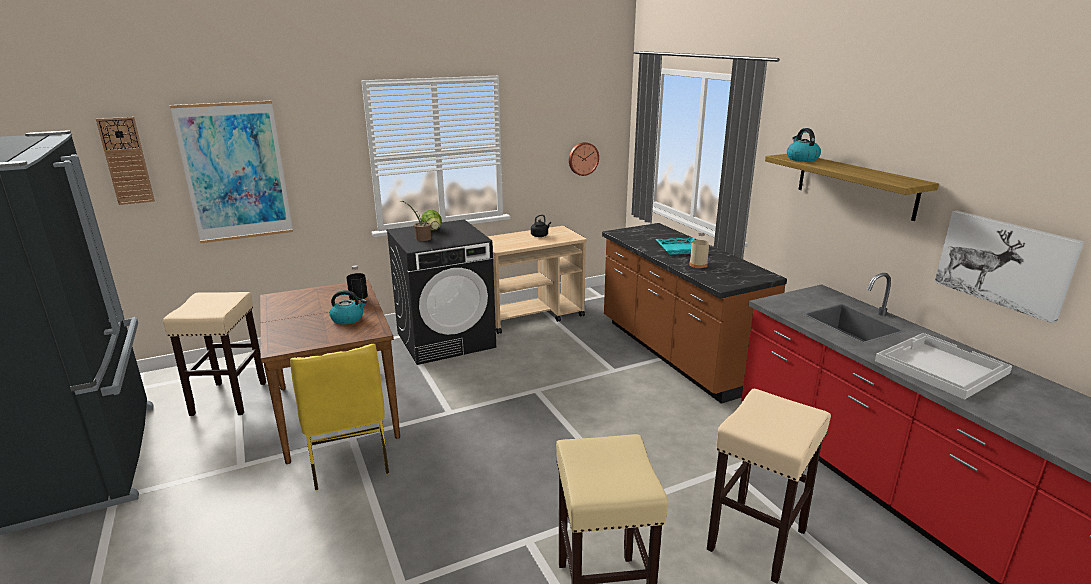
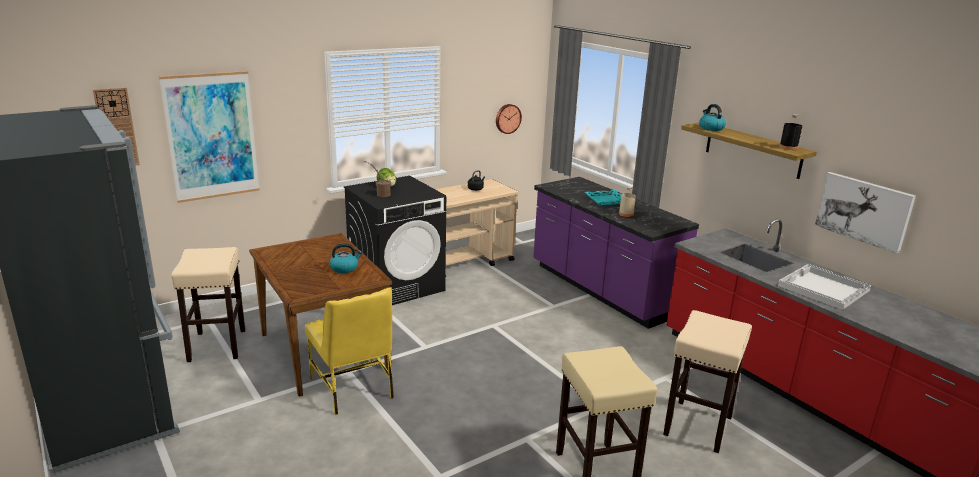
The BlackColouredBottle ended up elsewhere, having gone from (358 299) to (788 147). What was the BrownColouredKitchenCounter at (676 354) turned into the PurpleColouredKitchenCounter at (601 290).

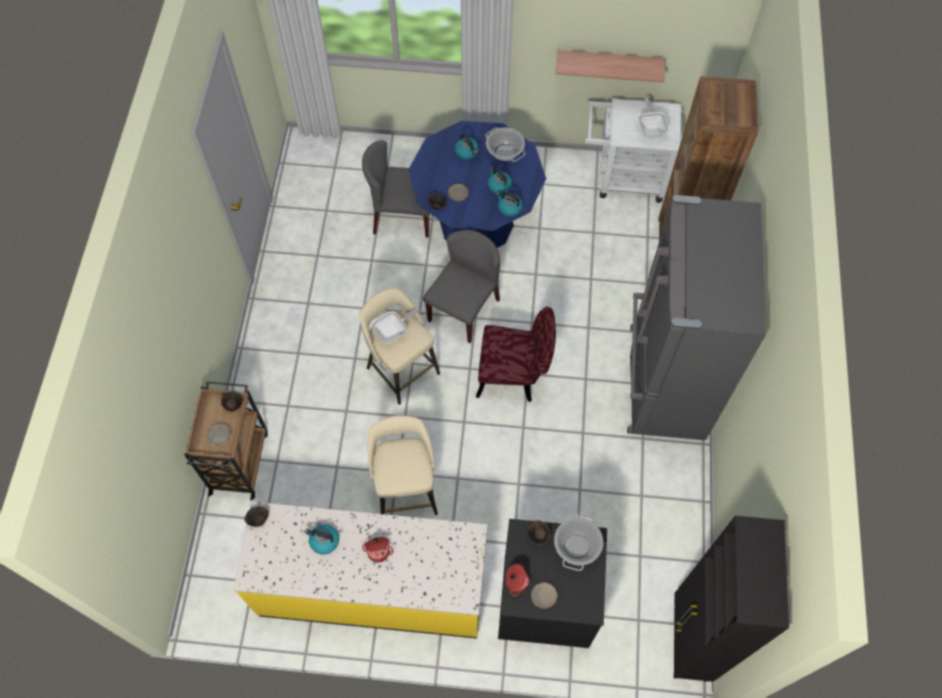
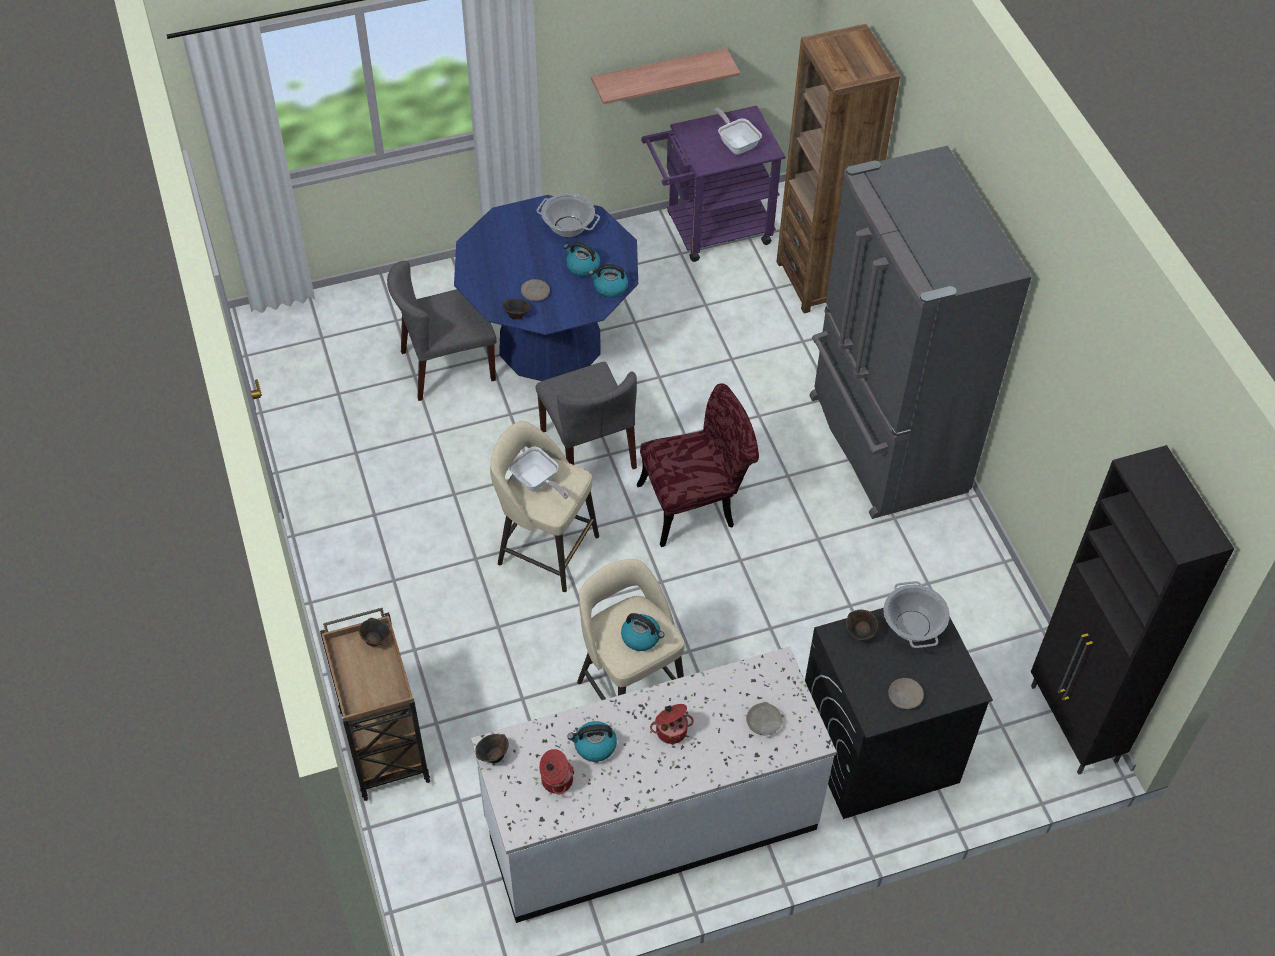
The SandColouredDinnerPlate ended up elsewhere, having gone from (219 436) to (763 723). The Kettle ended up elsewhere, having gone from (467 152) to (641 637). The Saucepot ended up elsewhere, having gone from (516 582) to (556 780). What was the YellowishKitchenCounter at (373 587) turned into the WhitishKitchenCounter at (650 824). What was the WhitishCart at (624 178) turned into the PurpleColouredCart at (709 230). The FryingPan at (394 332) ended up facing another way, 105 degrees clockwise from before. The GreyishChair at (463 309) ended up facing another way, 150 degrees clockwise from before.

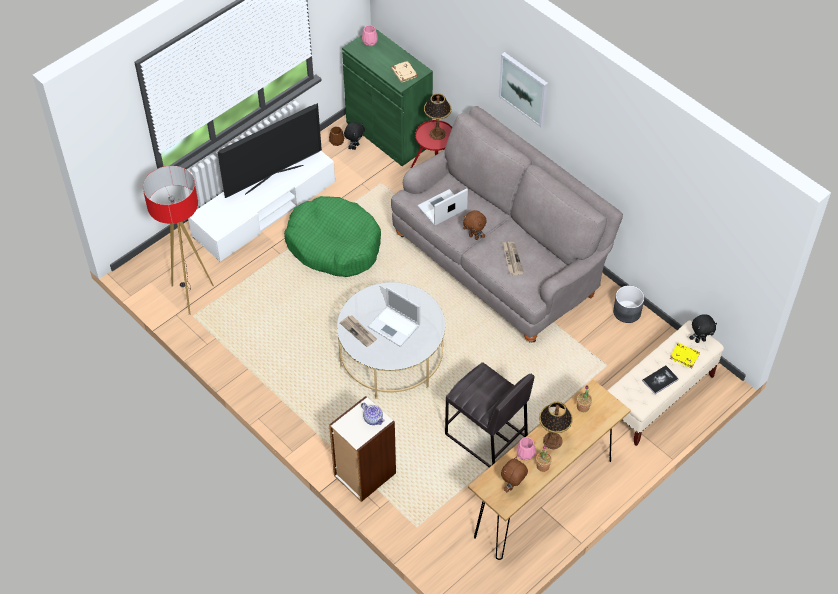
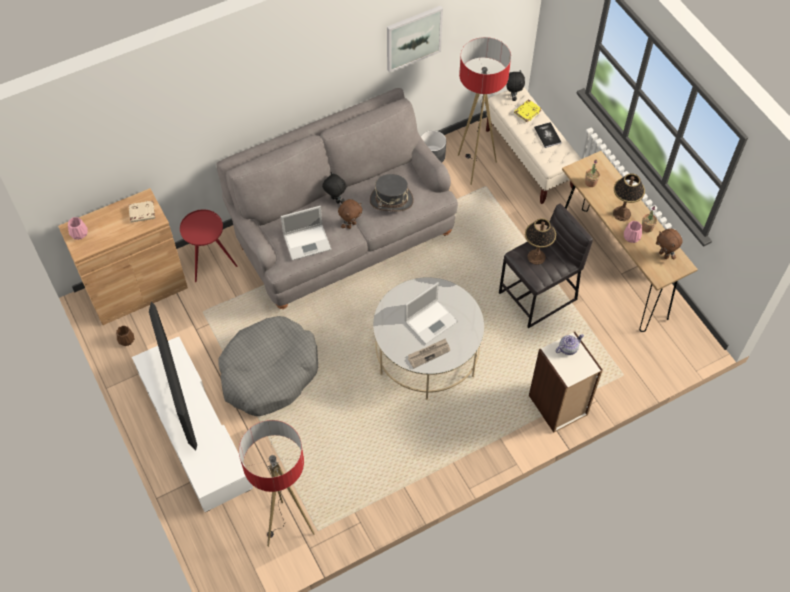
The second view gained the FloorLamp at (475 167). The BlackColouredCuddlyToy ended up elsewhere, having gone from (355 146) to (335 200). The TableLamp ended up elsewhere, having gone from (437 134) to (536 257). The WallArt ended up elsewhere, having gone from (524 88) to (413 38). Where the PrintedPaper stood at (511 259), the GreyishHat came to stand at (391 200). What was the GreenishPetBed at (334 245) turned into the GreyishPetBed at (269 372). What was the GreenishCupboard at (389 133) turned into the BrownColouredCupboard at (137 289). The PortableComputer at (441 208) ended up facing another way, 90 degrees counterclockwise from before.

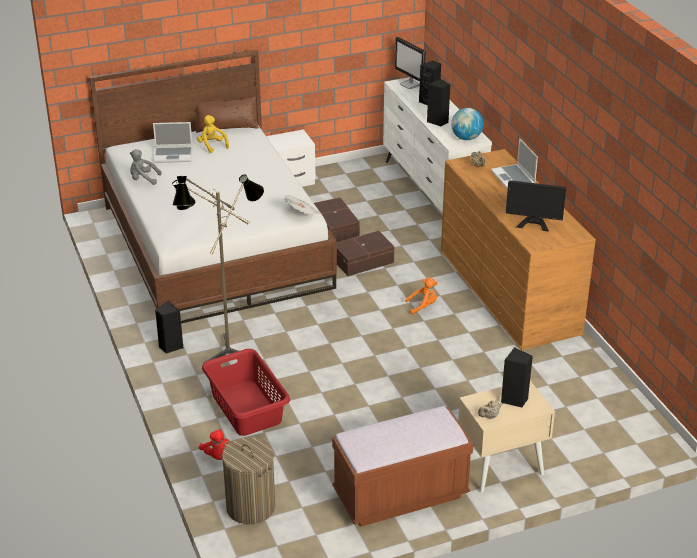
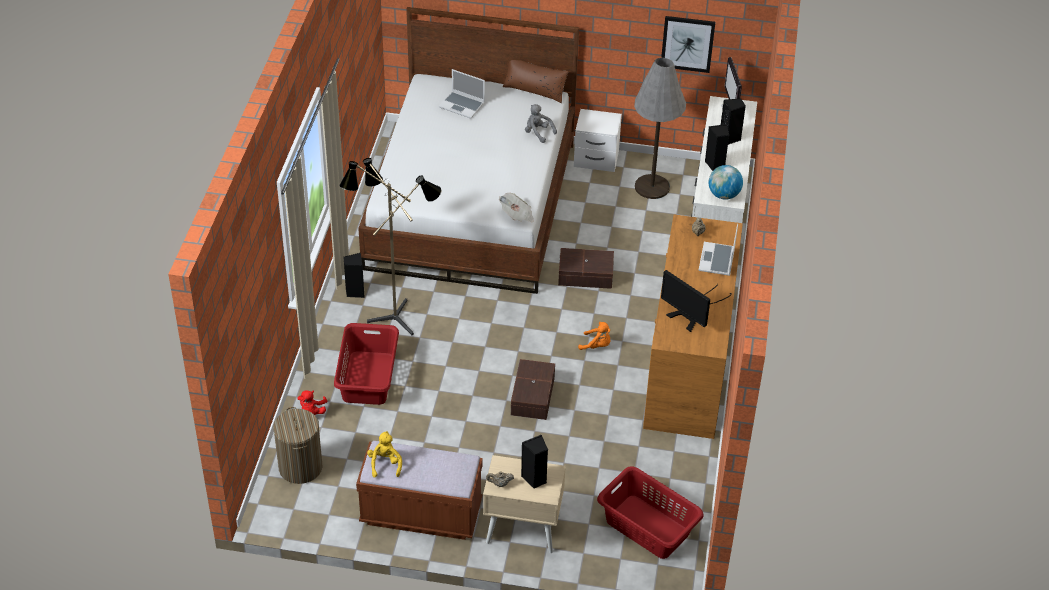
The second view gained the RedColouredWashingBasket at (647 526). The second view gained the GreyishFloorLamp at (652 187). The second view gained the WallArt at (687 43). The GreyishCuddlyToy ended up elsewhere, having gone from (143 179) to (538 133). The YellowishCuddlyToy ended up elsewhere, having gone from (212 146) to (385 464). The BrownColouredStorageBin ended up elsewhere, having gone from (334 229) to (531 396).

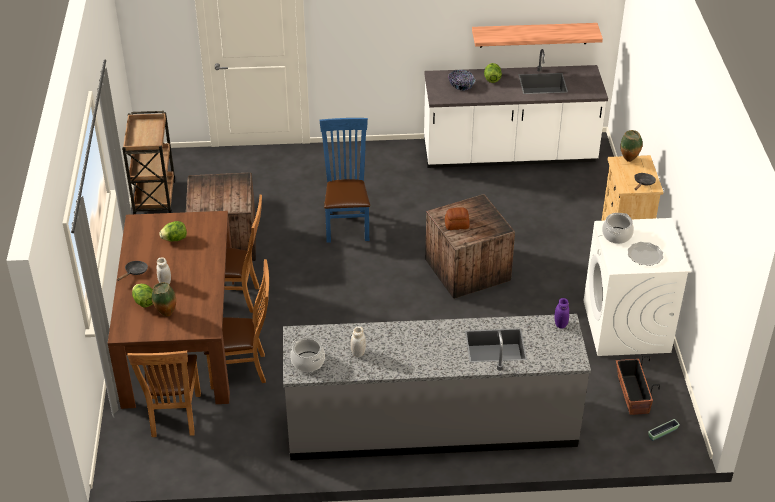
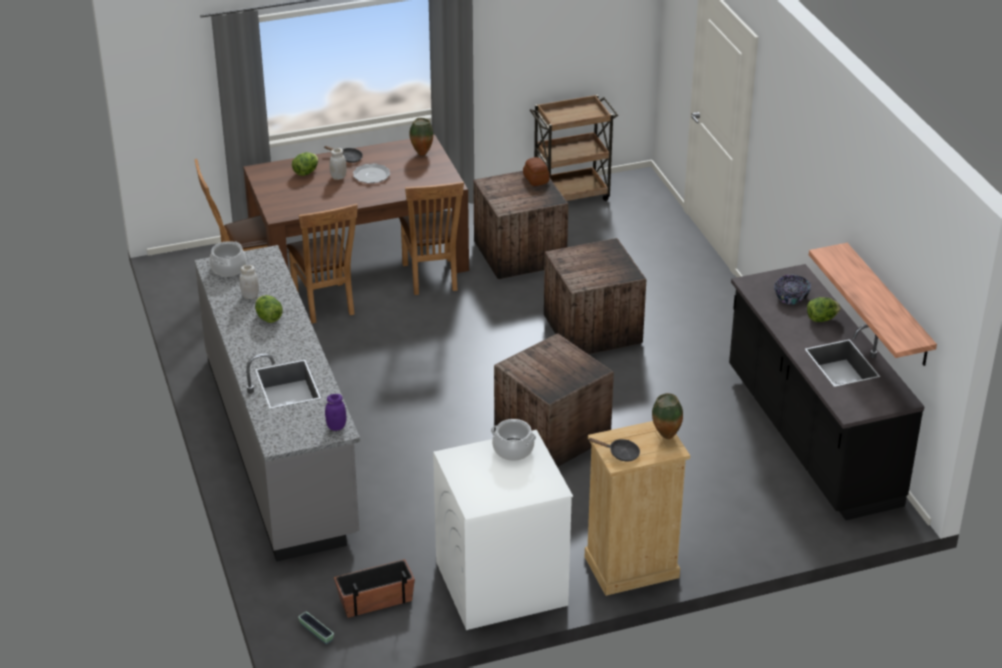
The DecorativeVase ended up elsewhere, having gone from (166 314) to (421 153). The LettuceHead ended up elsewhere, having gone from (175 239) to (268 318). The Bread ended up elsewhere, having gone from (457 225) to (535 179). The DinnerPlate ended up elsewhere, having gone from (644 255) to (371 175). Where the BlueChair stood at (347 223), the ShippingCrate came to stand at (594 329). What was the WhitishKitchenCounter at (509 155) turned into the BlackColouredKitchenCounter at (810 438).

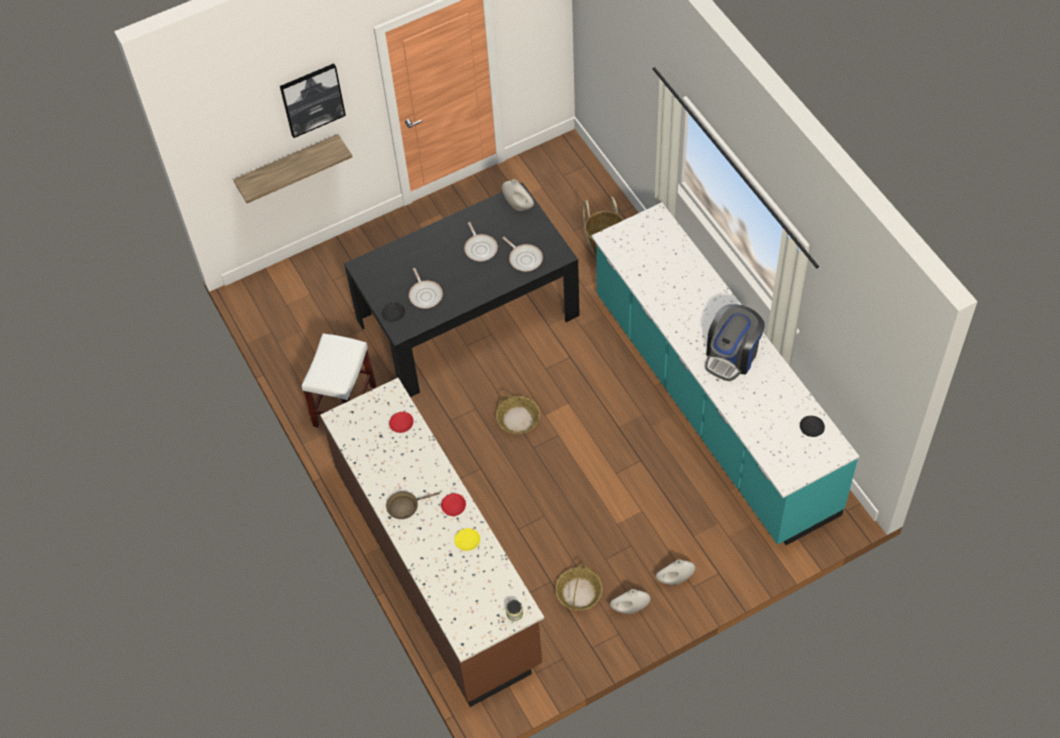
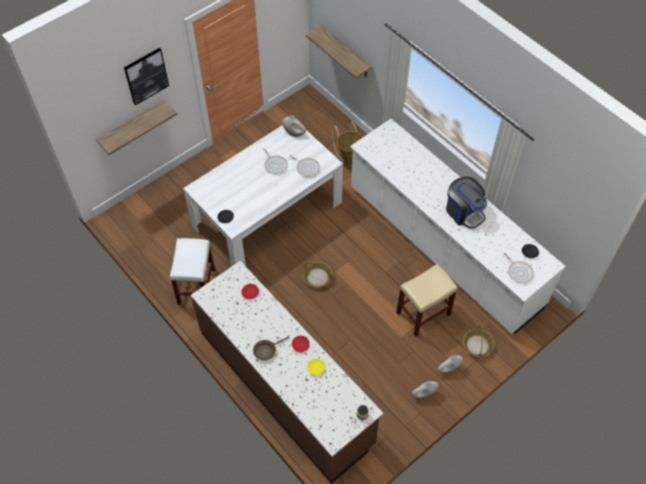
The second view gained the BracketShelf at (346 52). The second view gained the SandColouredStool at (423 313). The FryingPan ended up elsewhere, having gone from (425 294) to (519 272). The Basket ended up elsewhere, having gone from (579 593) to (477 345). What was the BlackColouredDiningTable at (468 317) turned into the WhitishDiningTable at (267 214). What was the TurquoiseColouredKitchenCounter at (712 404) turned into the WhitishKitchenCounter at (443 247). The CoffeeMaker at (732 355) ended up facing another way, 60 degrees counterclockwise from before.

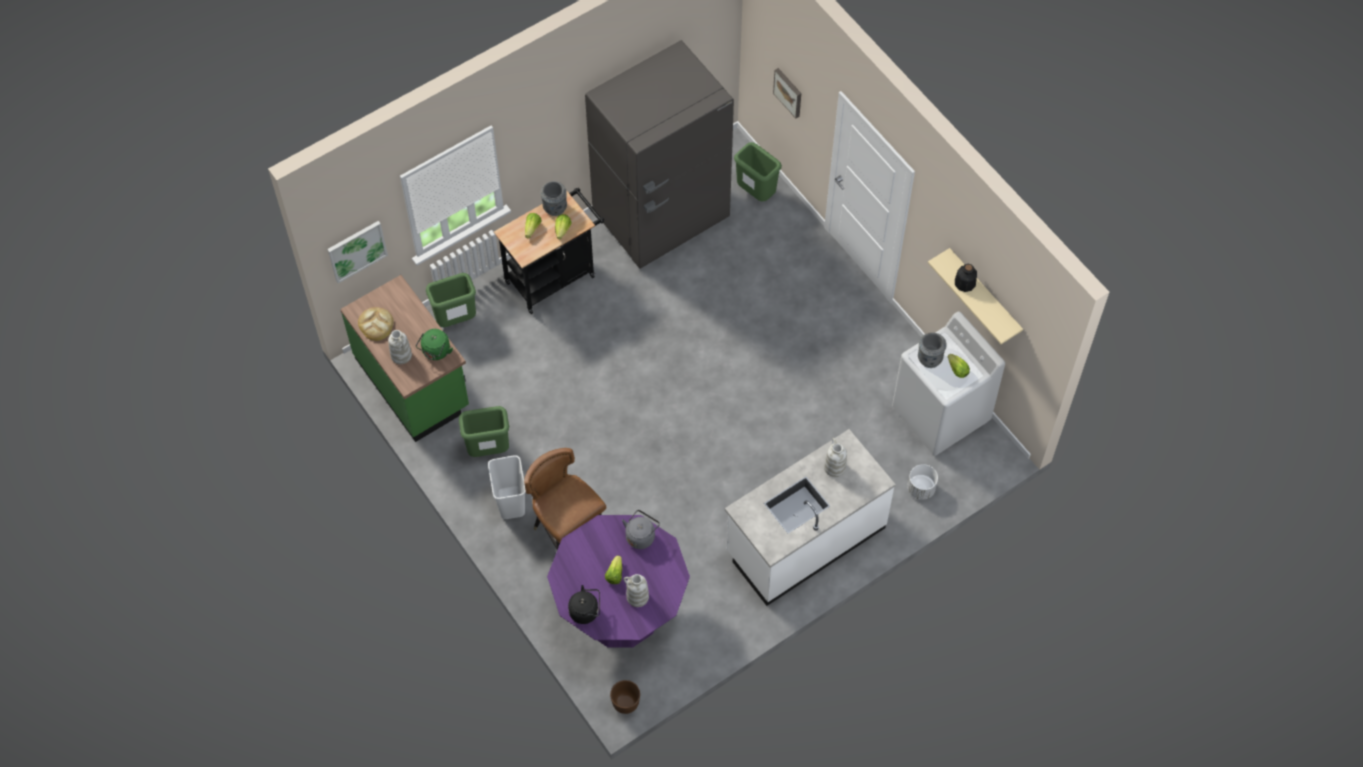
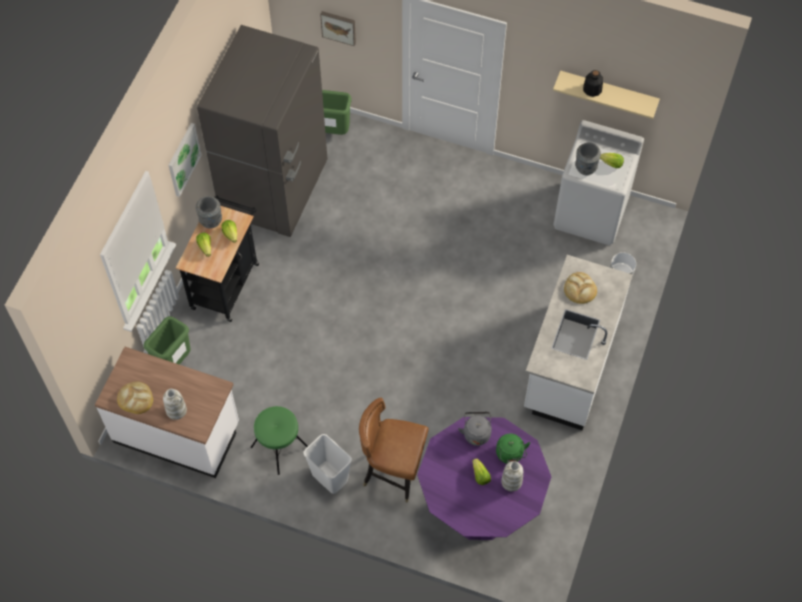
The second view lost the BlackColouredKettle at (586 611). The second view lost the BrownColouredFlowerPot at (625 703). The WallArt ended up elsewhere, having gone from (356 250) to (183 159). The GreenishKettle ended up elsewhere, having gone from (435 352) to (510 455). Where the GreenishWasteBin stood at (488 449), the GreenishStool came to stand at (279 447). Where the WhitishDecorativeVase stood at (834 467), the Bread came to stand at (580 289). What was the GreenishKitchenCounter at (413 382) turned into the WhitishKitchenCounter at (177 432).

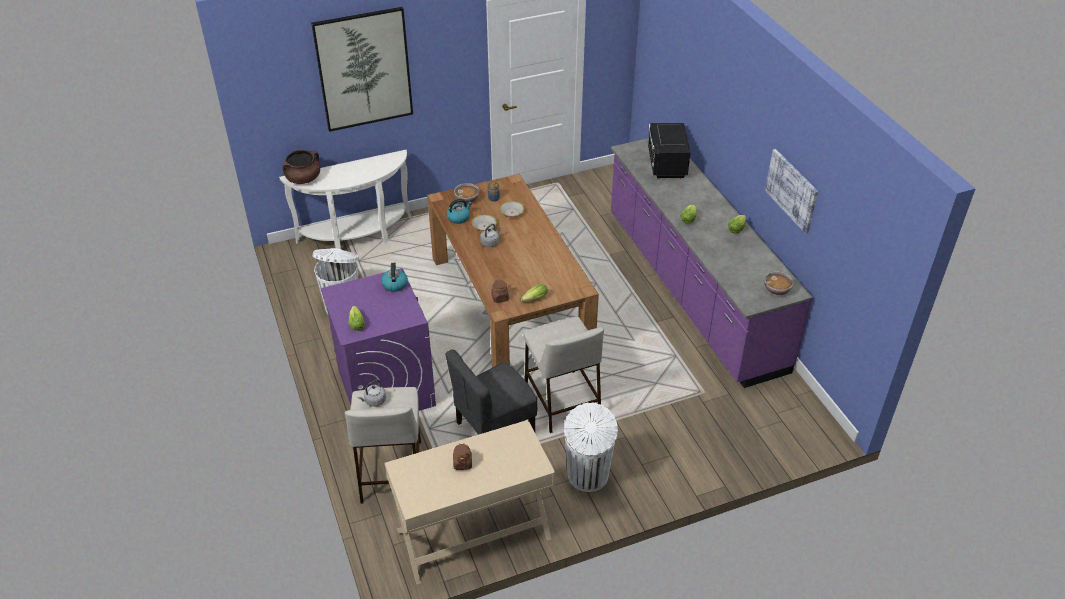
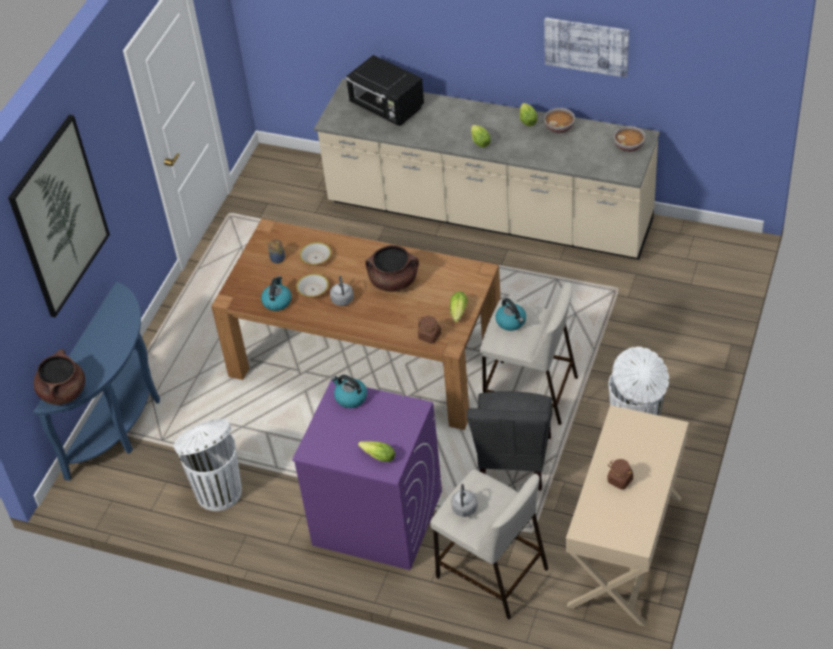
The second view gained the BrownColouredSaucepot at (394 281). The second view gained the Kettle at (511 322). The DeepDish ended up elsewhere, having gone from (467 199) to (559 127). What was the WhitishConsoleTable at (357 237) turned into the BlueConsoleTable at (121 421). What was the PurpleColouredKitchenCounter at (692 290) turned into the SandColouredKitchenCounter at (488 215).

